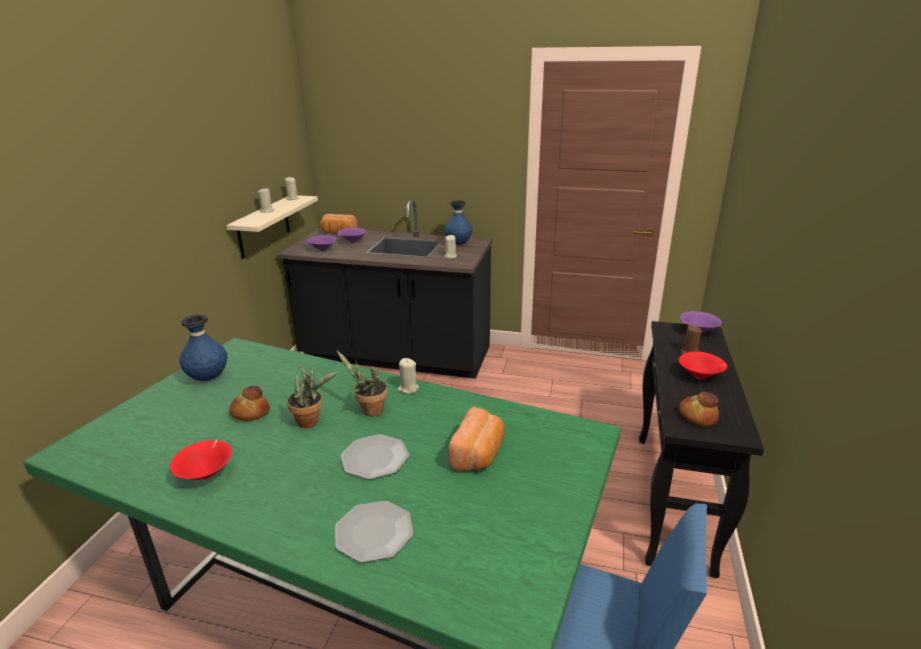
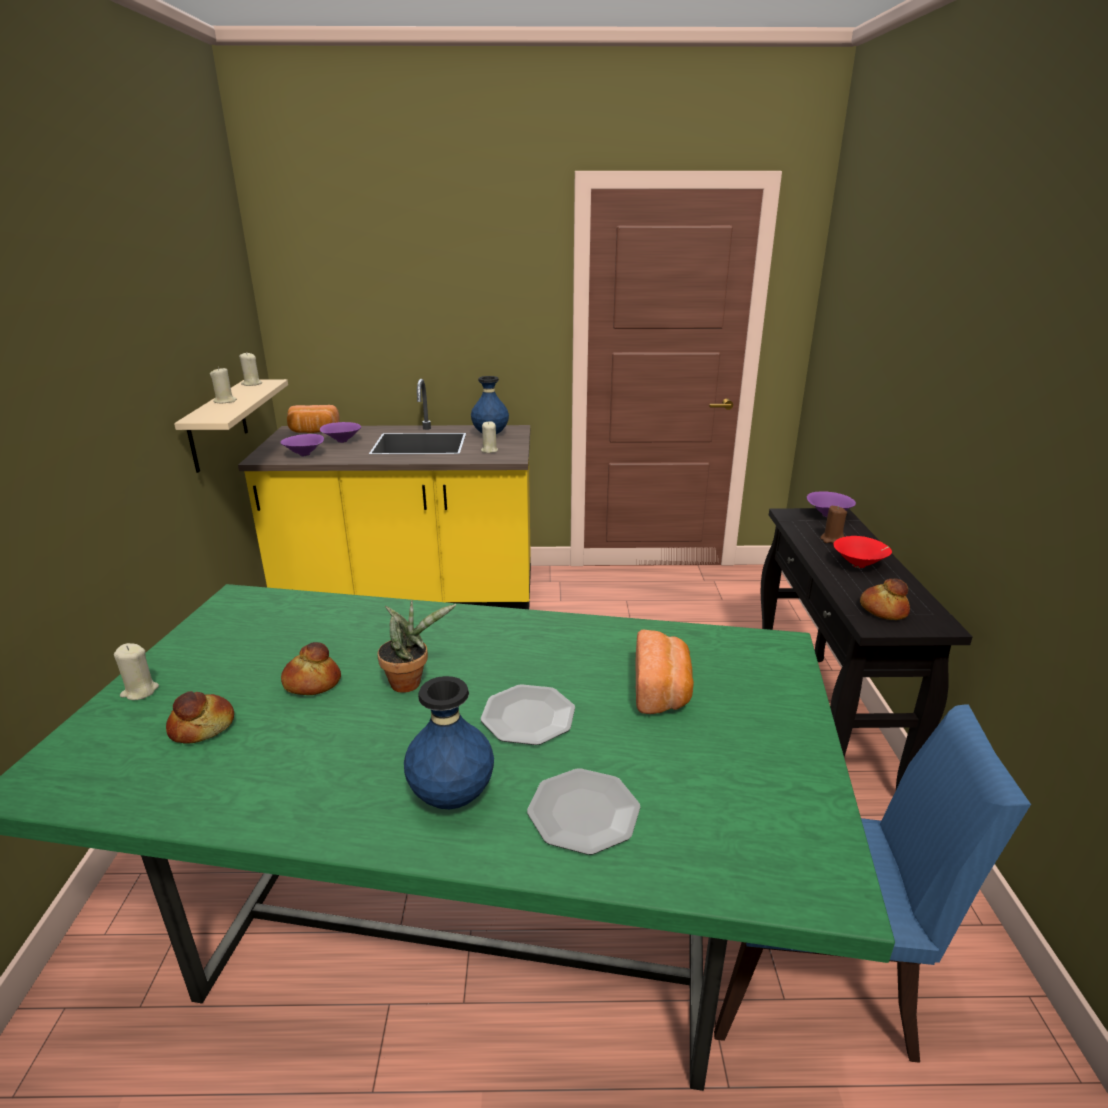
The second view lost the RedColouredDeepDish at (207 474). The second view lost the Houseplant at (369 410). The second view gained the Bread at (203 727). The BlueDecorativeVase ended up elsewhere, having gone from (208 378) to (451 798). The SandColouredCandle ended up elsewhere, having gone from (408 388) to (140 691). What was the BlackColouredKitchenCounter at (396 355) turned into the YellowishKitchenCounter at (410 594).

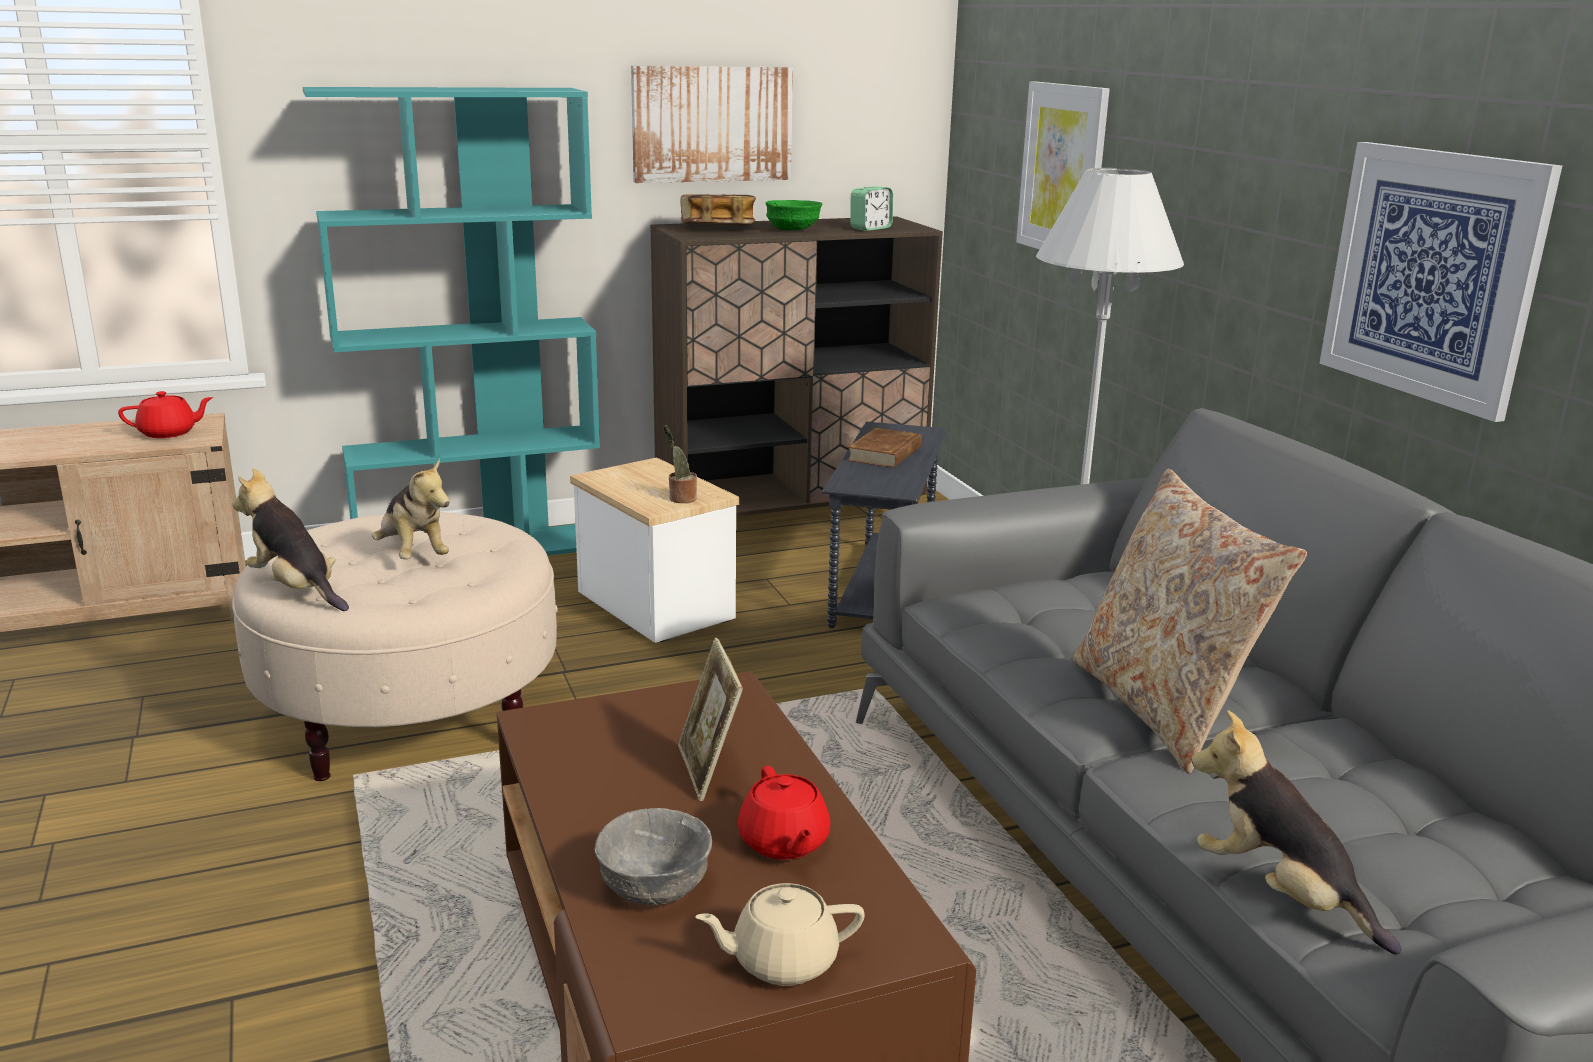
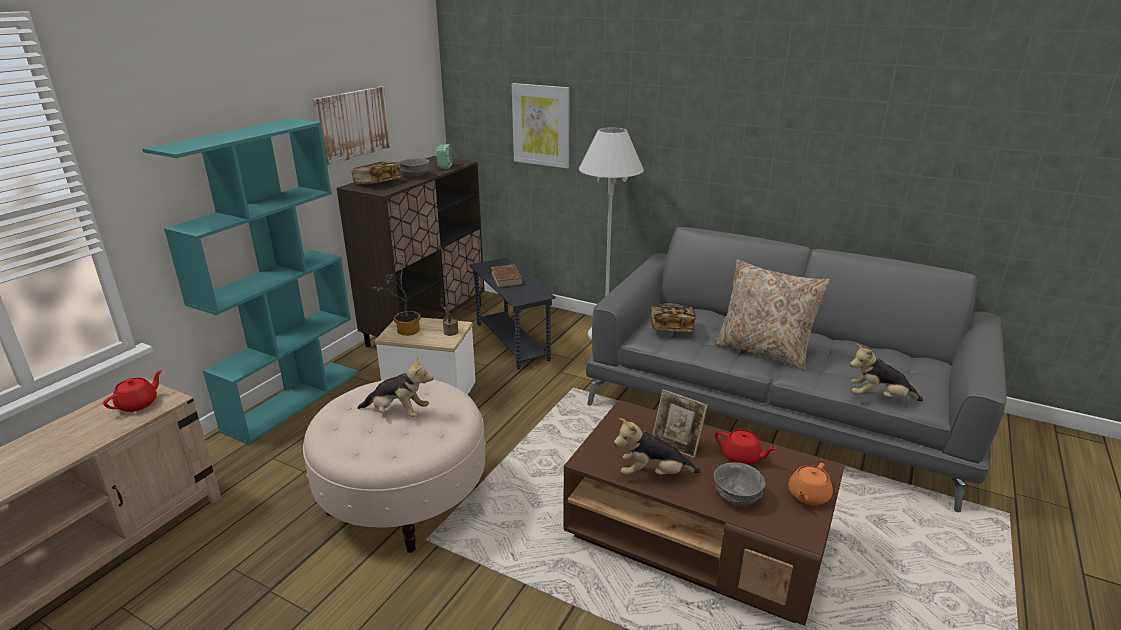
The second view lost the WallArt at (1432 275). The second view gained the Houseplant at (405 331). The second view gained the BoundBook at (672 328). The CuddlyToy ended up elsewhere, having gone from (296 589) to (653 474). What was the SandColouredTeapot at (782 961) turned into the OrangeColouredTeapot at (808 496). What was the GreenishDeepDish at (792 230) turned into the GreyishDeepDish at (415 176).

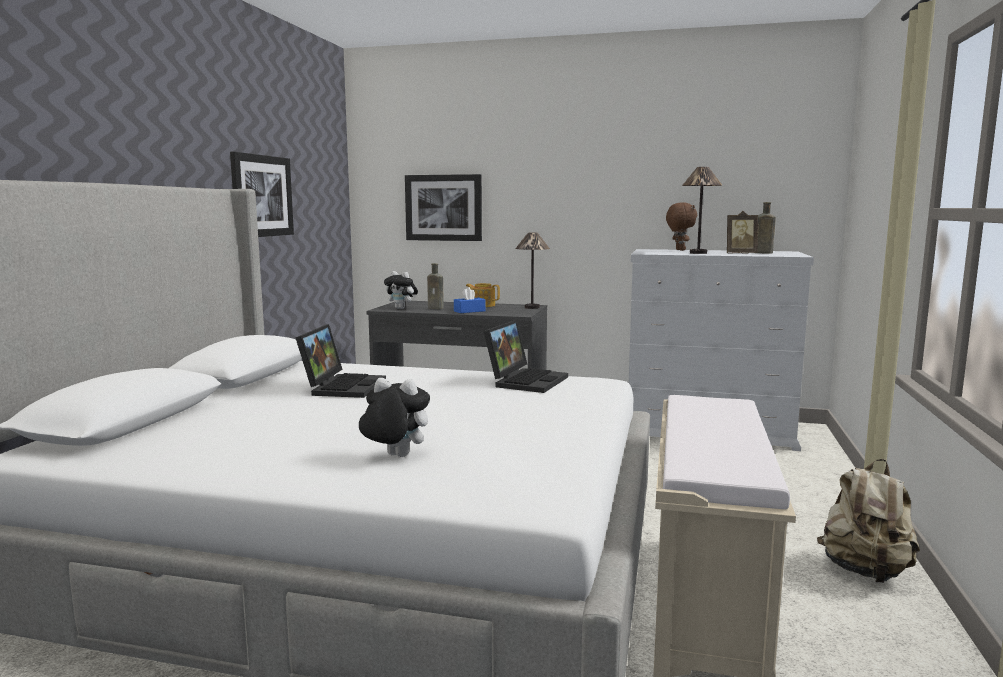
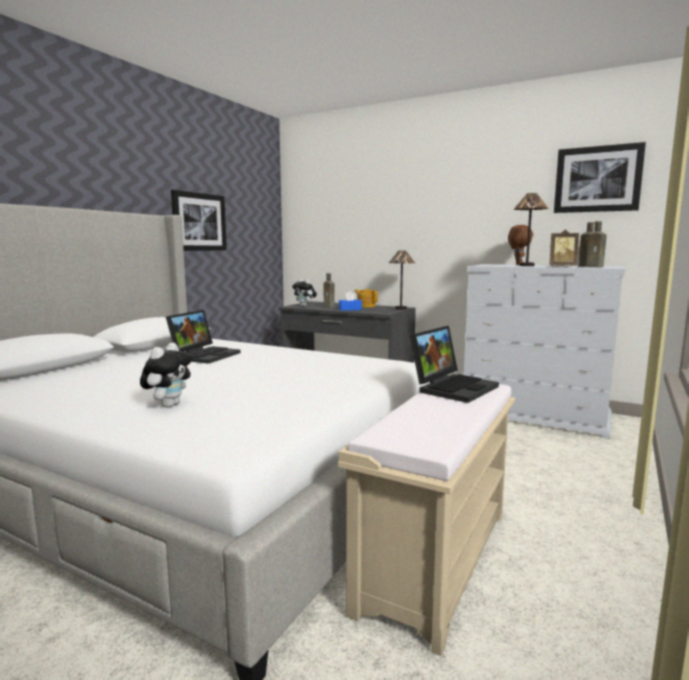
The second view lost the SandColouredRucksack at (865 571). The second view gained the BrownColouredBottle at (595 267). The WallArt ended up elsewhere, having gone from (443 207) to (597 179). The PortableComputer ended up elsewhere, having gone from (525 380) to (453 387). The CuddlyToy at (394 456) ended up facing another way, 75 degrees clockwise from before.

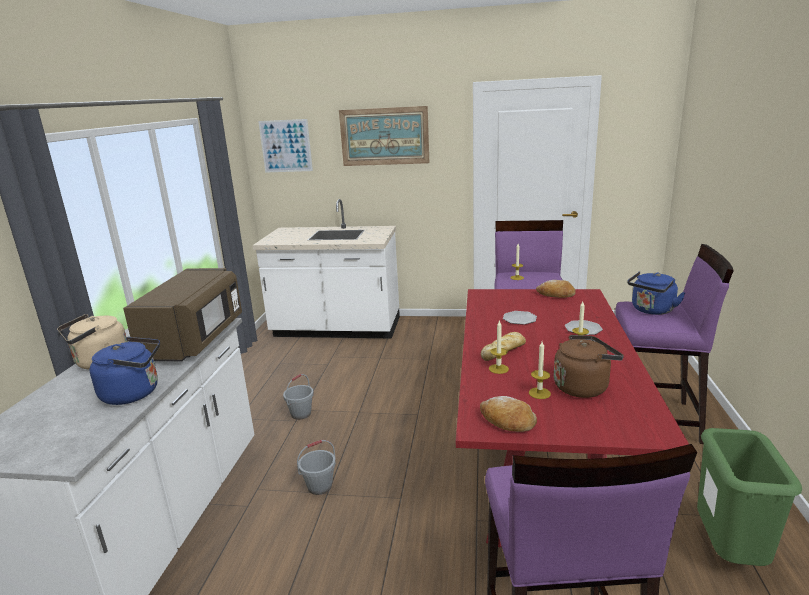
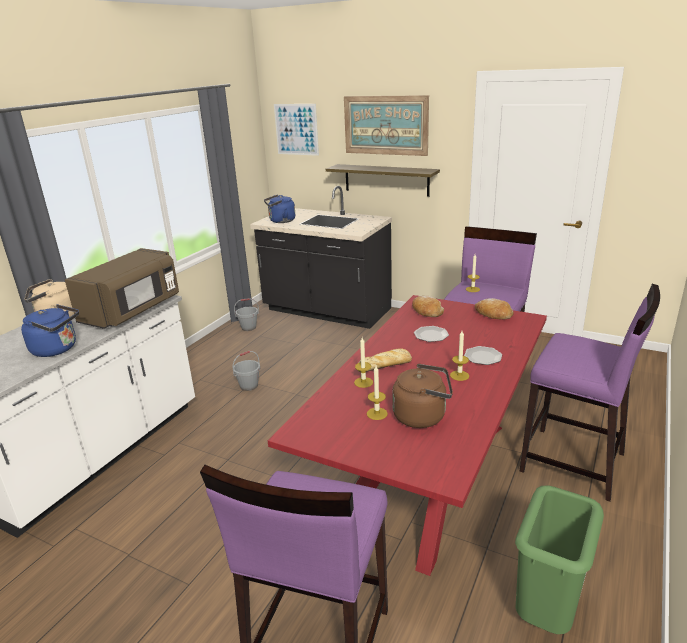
The second view gained the BracketShelf at (386 180). The GreyishBucket ended up elsewhere, having gone from (320 486) to (249 327). The Bread ended up elsewhere, having gone from (507 421) to (426 311). The BlueKettle ended up elsewhere, having gone from (651 310) to (280 221). What was the WhitishKitchenCounter at (336 329) turned into the BlackColouredKitchenCounter at (326 311).

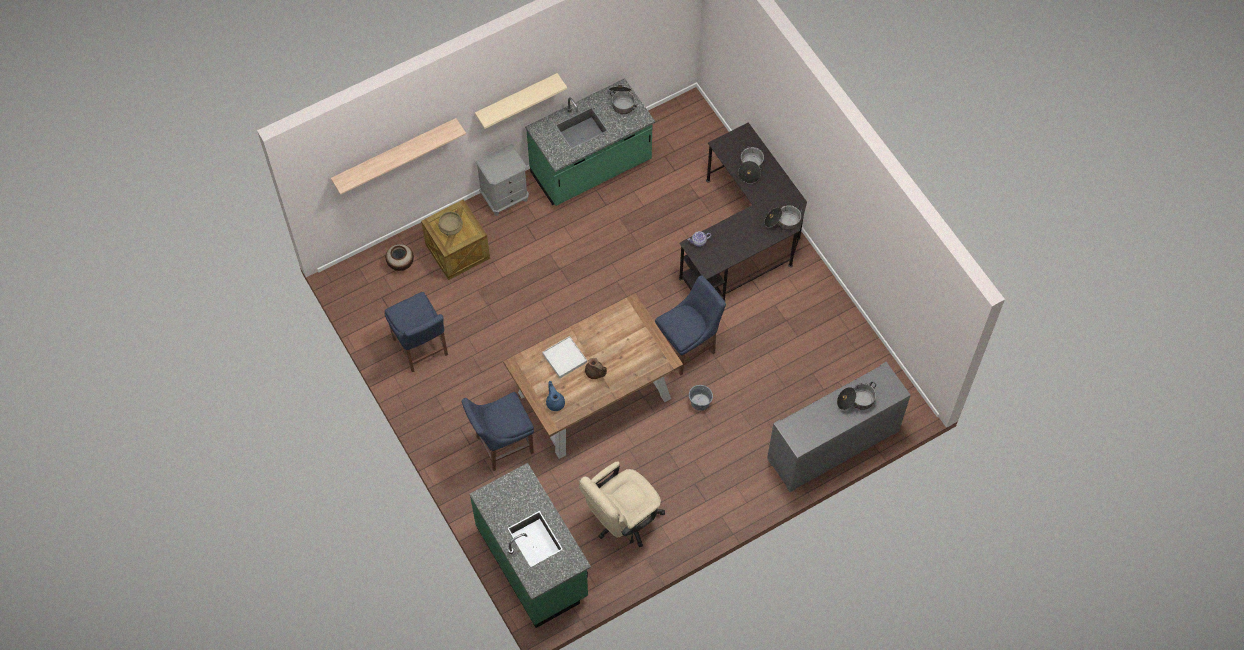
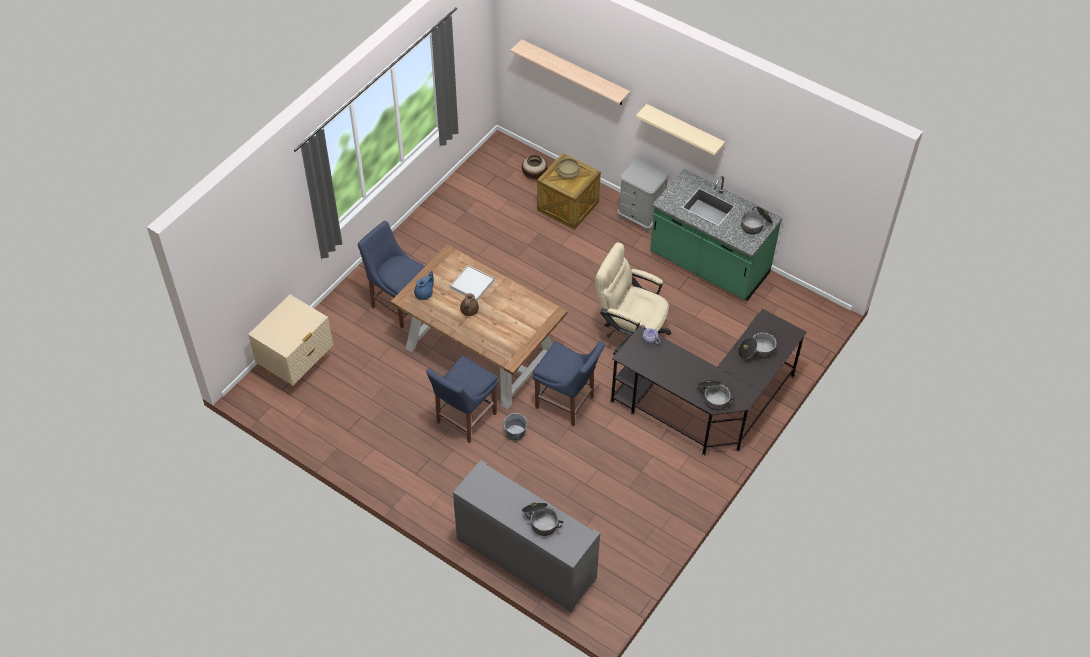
The BlueChair ended up elsewhere, having gone from (421 349) to (464 419). The SandColouredDeskChair ended up elsewhere, having gone from (622 520) to (630 334). Where the GreenishKitchenCounter stood at (533 562), the SandColouredNightstand came to stand at (297 367).

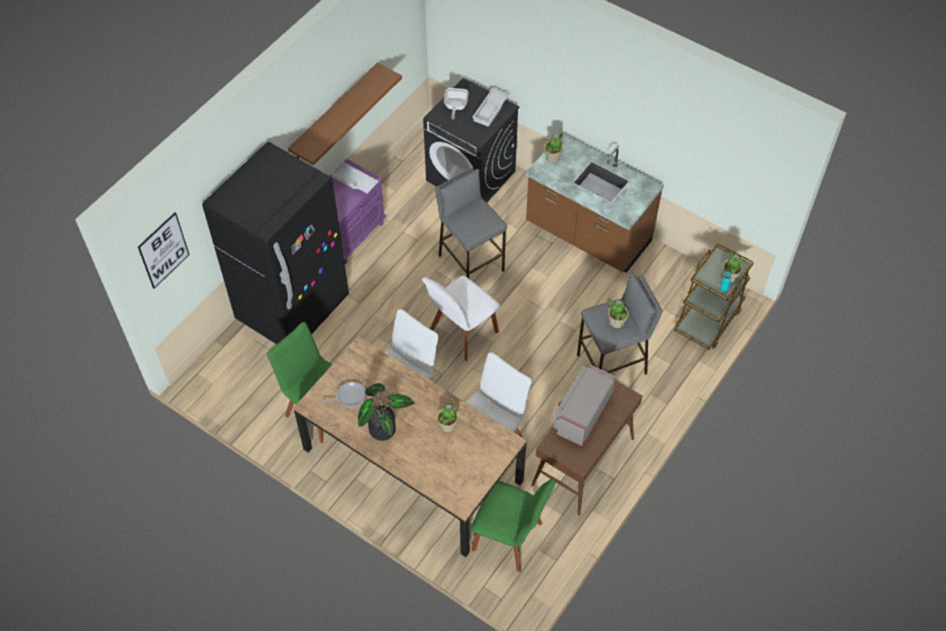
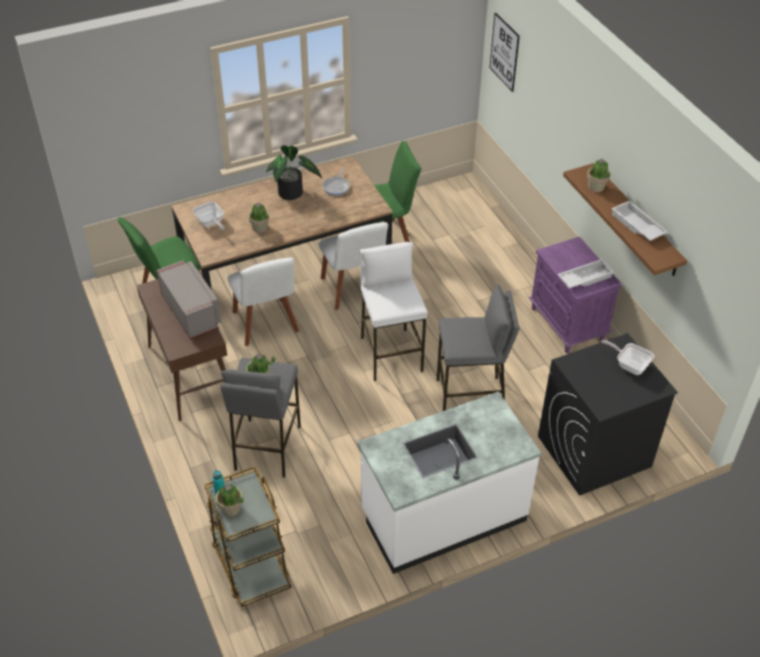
The second view lost the BlackColouredKitchenFridge at (293 309). The second view gained the FryingPan at (210 223). The WhitishCarryingTray ended up elsewhere, having gone from (491 110) to (636 226). The Houseplant ended up elsewhere, having gone from (553 157) to (596 187). Where the WhitishChair stood at (461 333), the WhitishStool came to stand at (391 354). What was the BrownColouredKitchenCounter at (587 234) turned into the WhitishKitchenCounter at (443 515).

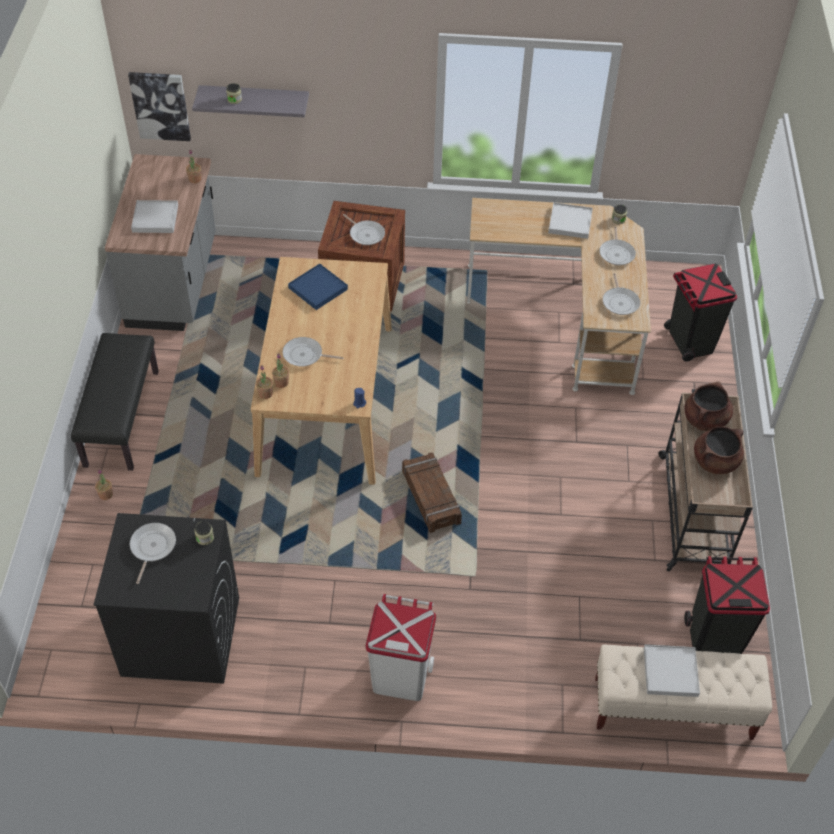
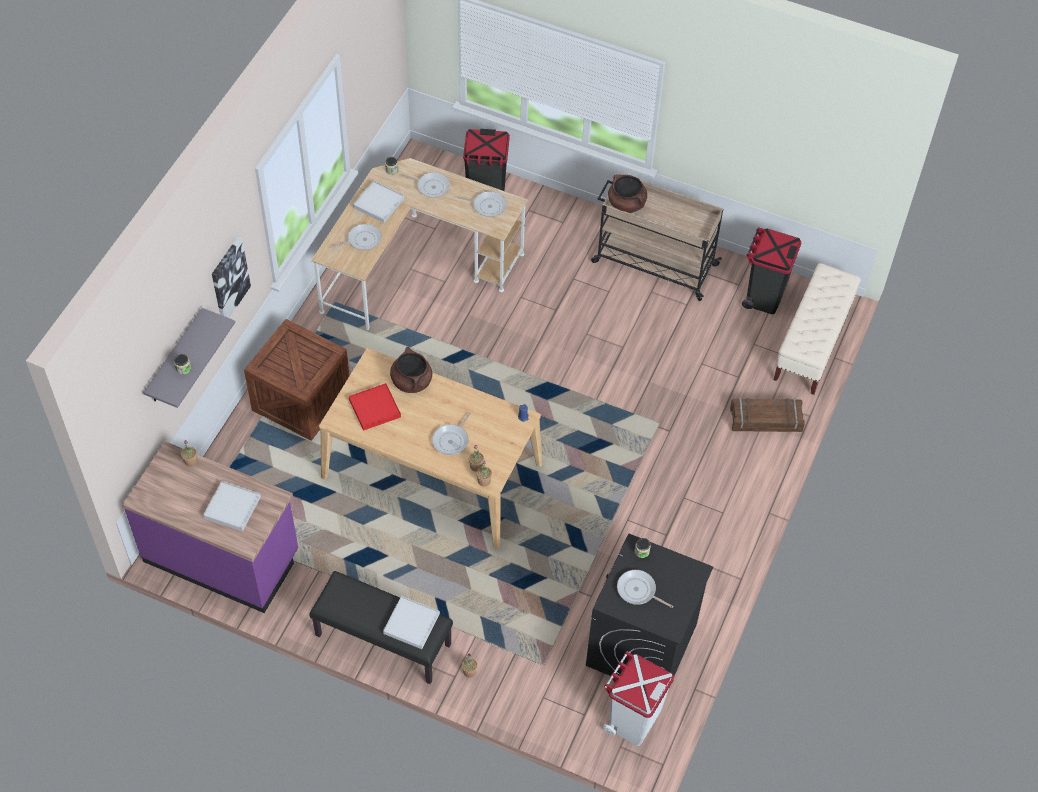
The WallArt ended up elsewhere, having gone from (160 105) to (229 279). The FryingPan ended up elsewhere, having gone from (366 234) to (362 240). The WhitishWasteBin ended up elsewhere, having gone from (400 677) to (632 720). The ShippingCrate ended up elsewhere, having gone from (430 497) to (766 420). The WhitishCarryingTray ended up elsewhere, having gone from (670 672) to (411 624). The BrownColouredSaucepot ended up elsewhere, having gone from (715 461) to (411 381). What was the GreyishKitchenCounter at (174 282) turned into the PurpleColouredKitchenCounter at (222 556). What was the BlueCarryingTray at (318 288) turned into the RedColouredCarryingTray at (374 408).

